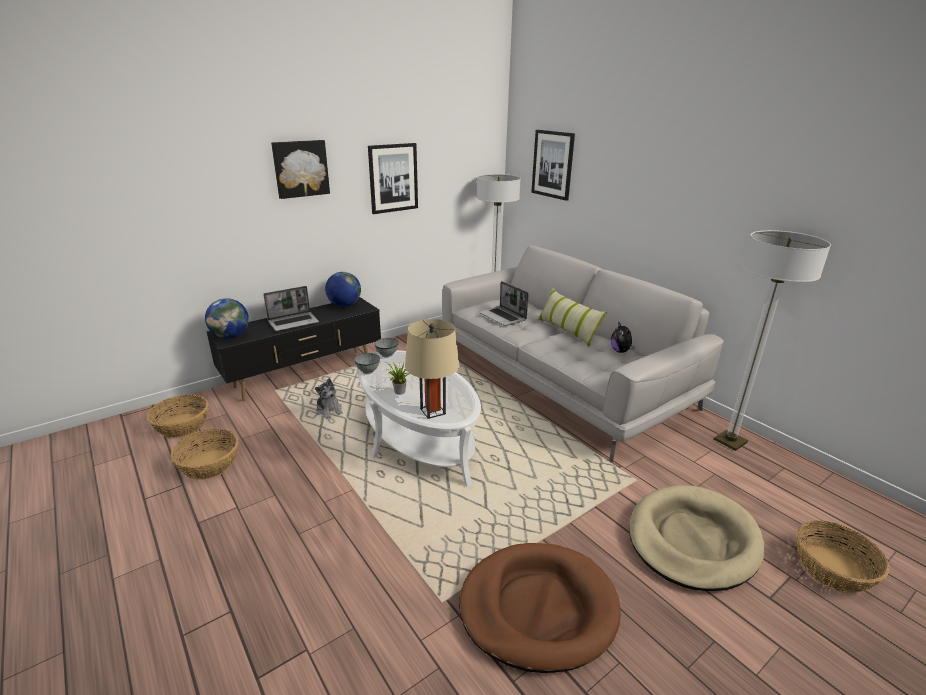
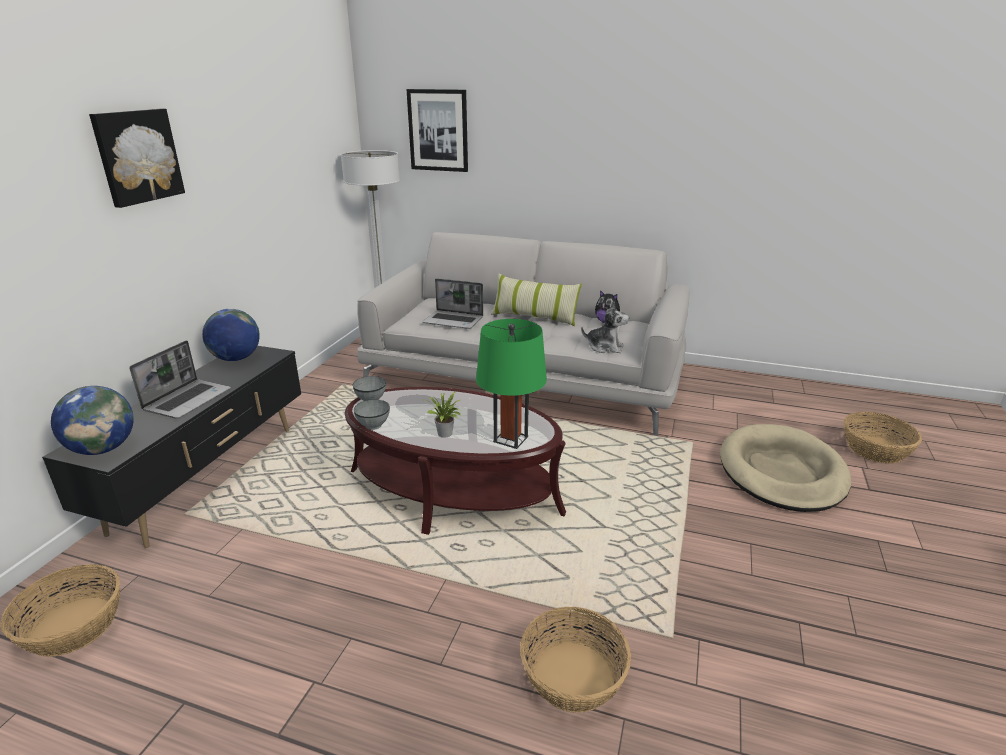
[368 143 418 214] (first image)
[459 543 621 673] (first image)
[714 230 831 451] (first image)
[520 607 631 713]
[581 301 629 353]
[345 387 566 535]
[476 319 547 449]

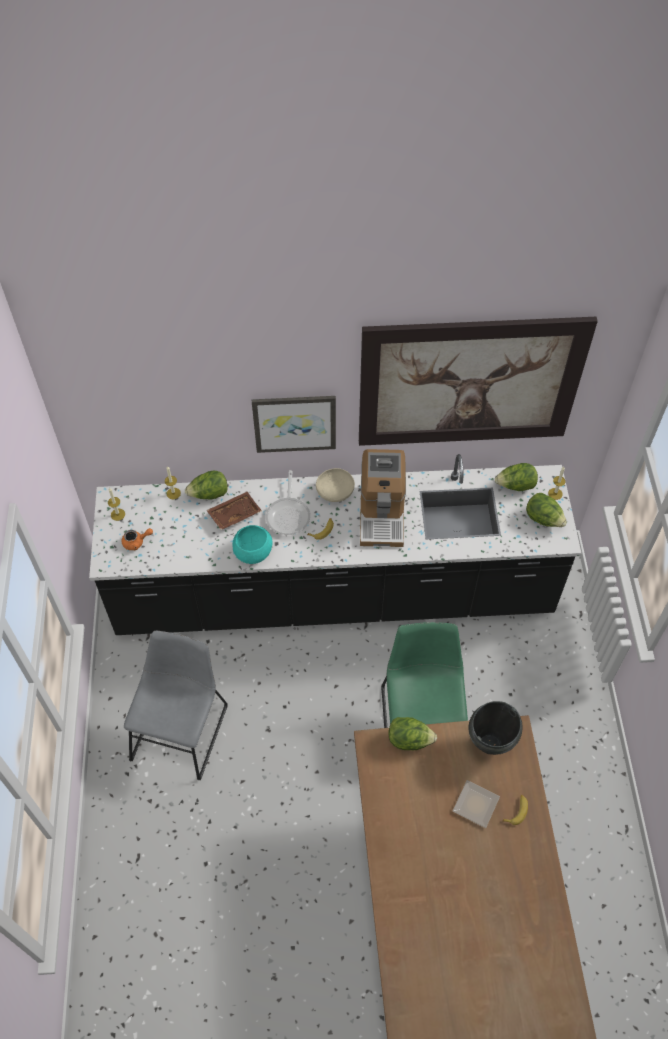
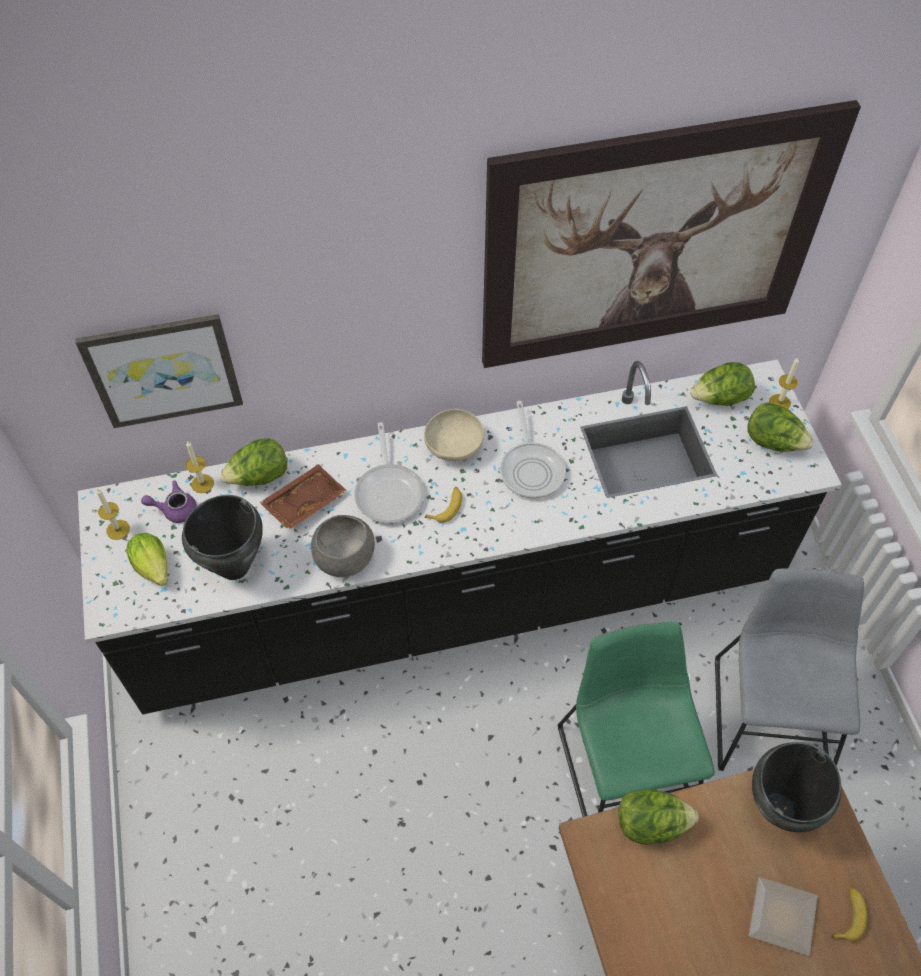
[141 481 197 523]
[182 495 263 580]
[715 568 864 771]
[75 314 243 428]
[126 533 168 586]
[500 401 566 498]
[311 515 375 577]

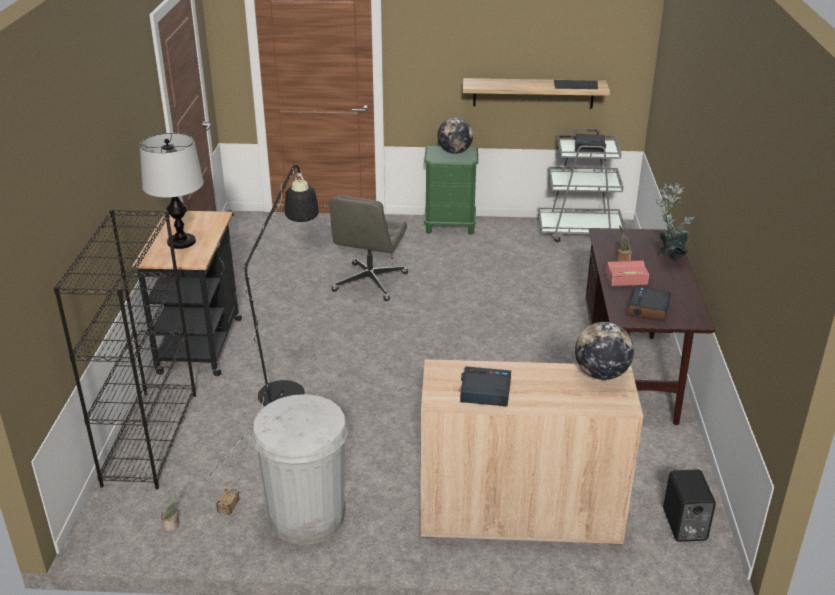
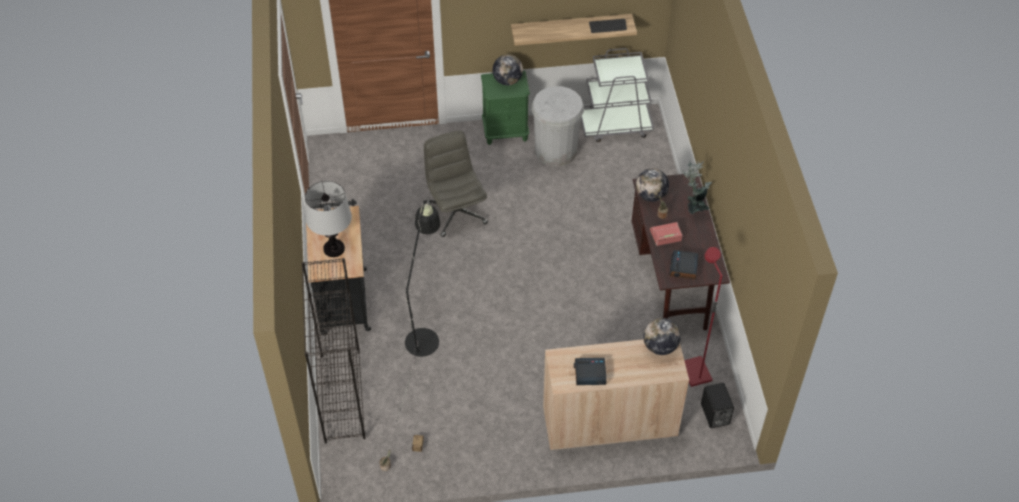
[575 134 606 152] (first image)
[636 168 669 202]
[684 247 723 387]
[531 86 584 167]
[424 131 488 237]

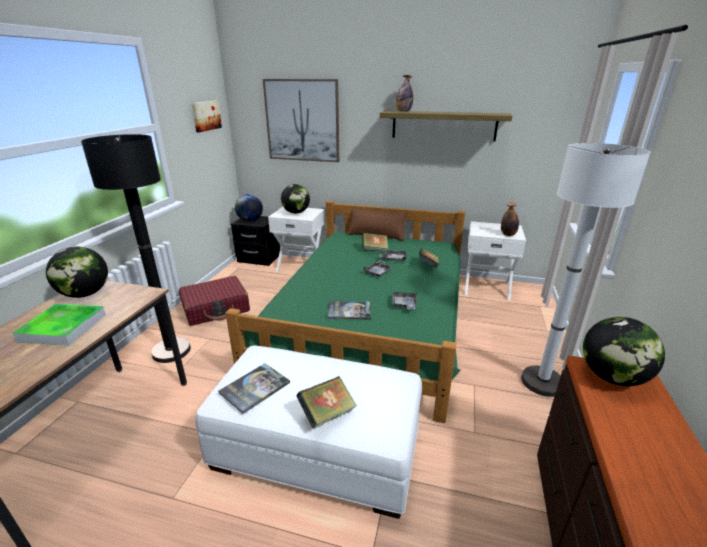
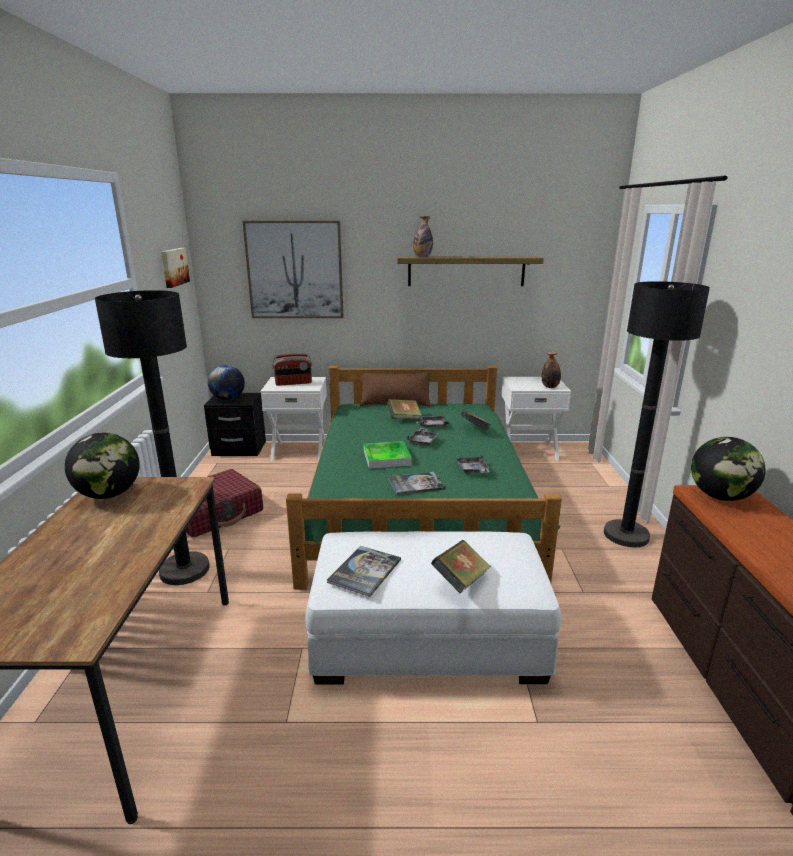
[364 441 412 469]
[272 354 312 386]
[604 281 710 547]

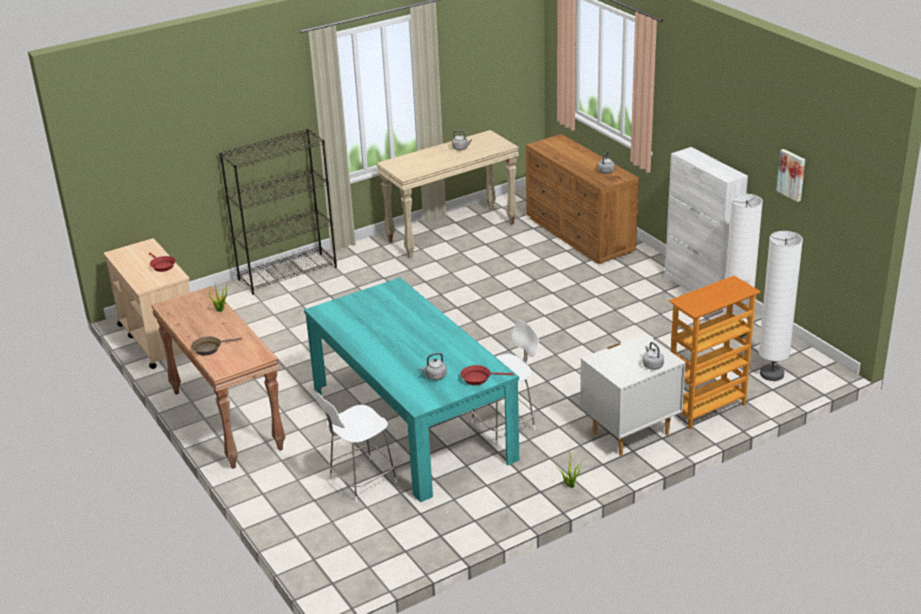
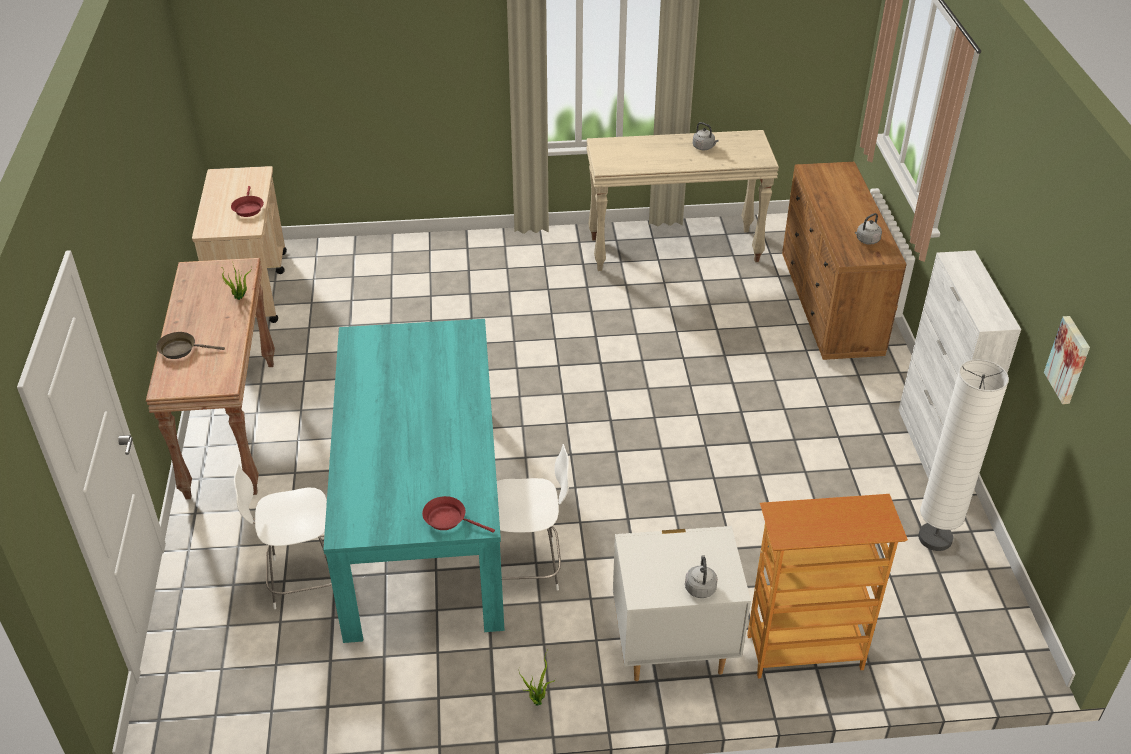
[219 128 337 295] (first image)
[419 353 447 380] (first image)
[759 231 803 381] (first image)

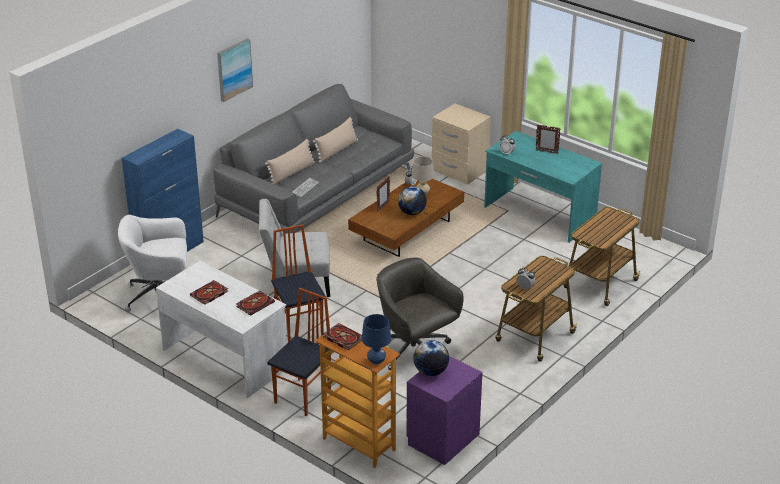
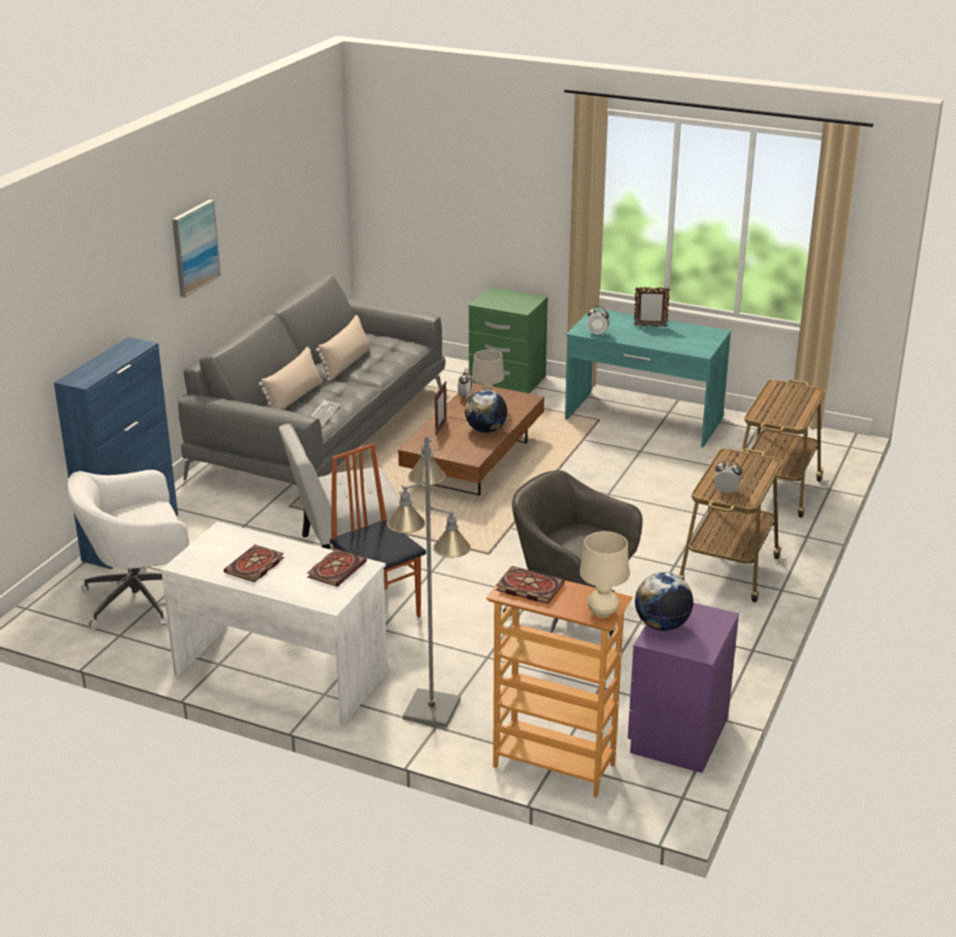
[387 435 471 728]
[580 531 629 618]
[469 287 548 394]

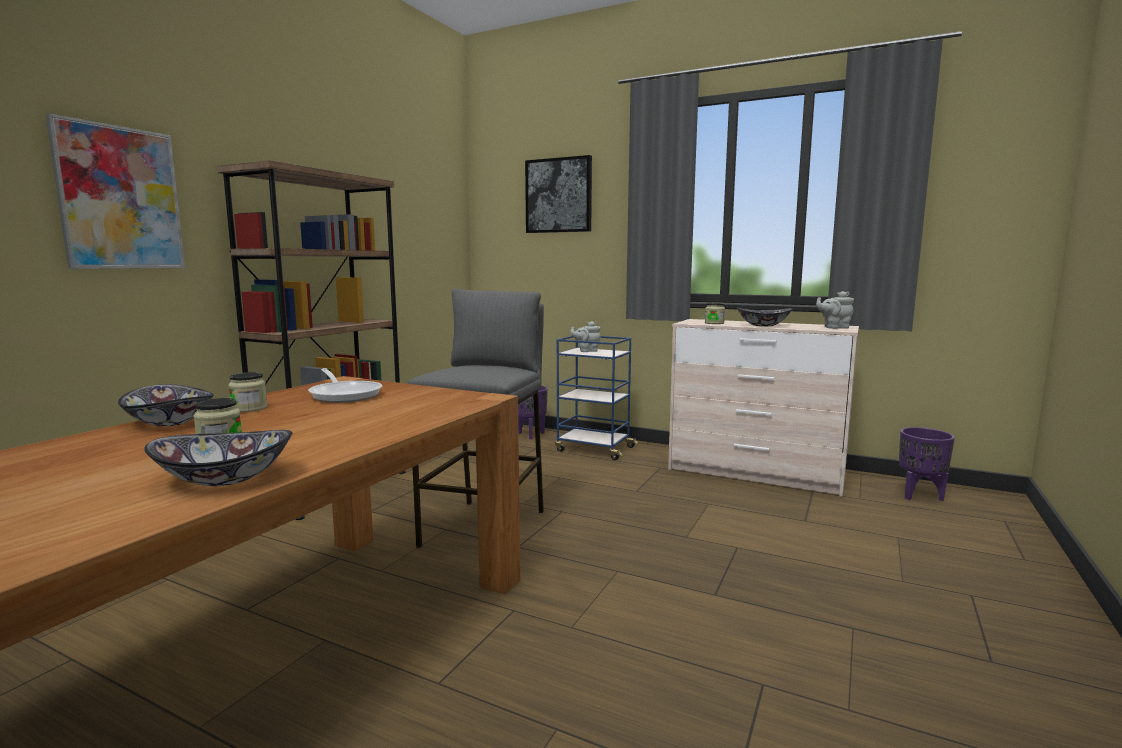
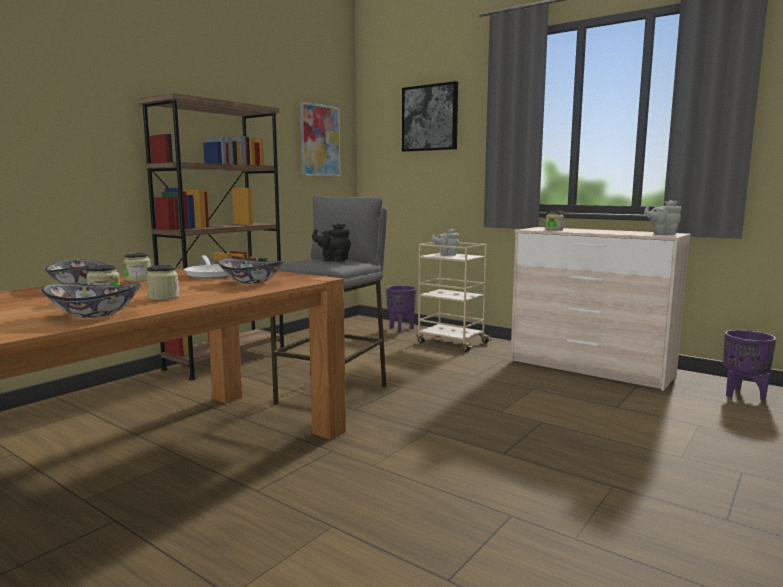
[146 265 179 300]
[312 224 351 261]
[300 101 341 177]
[218 258 284 284]
[417 242 492 352]

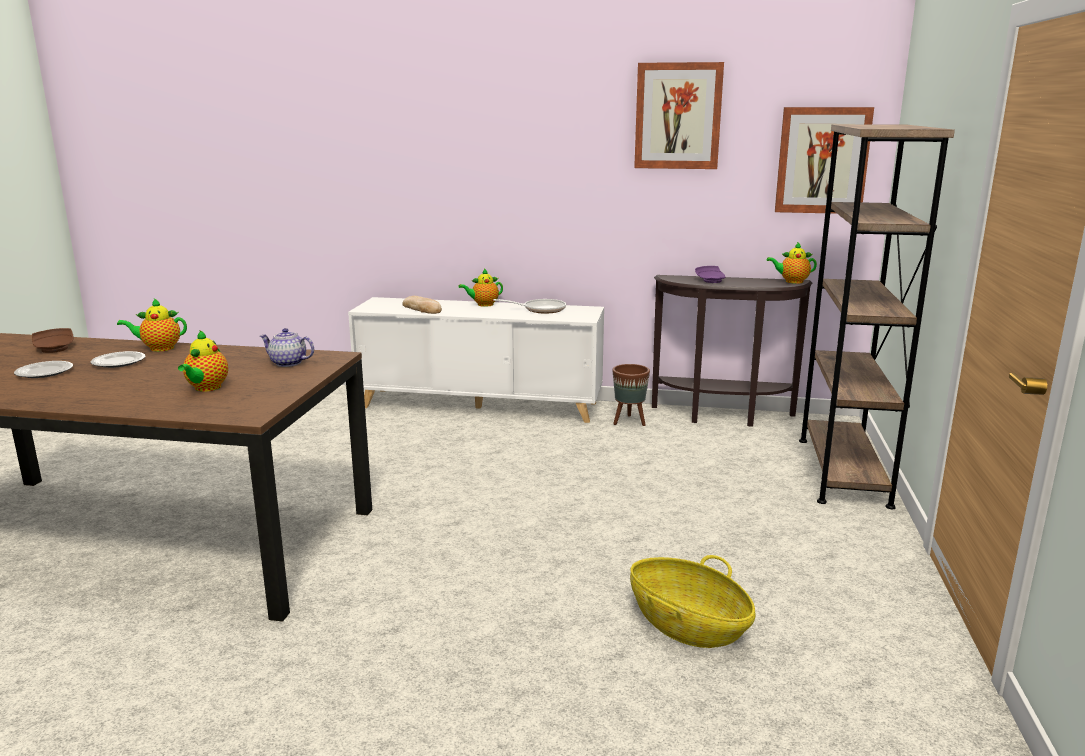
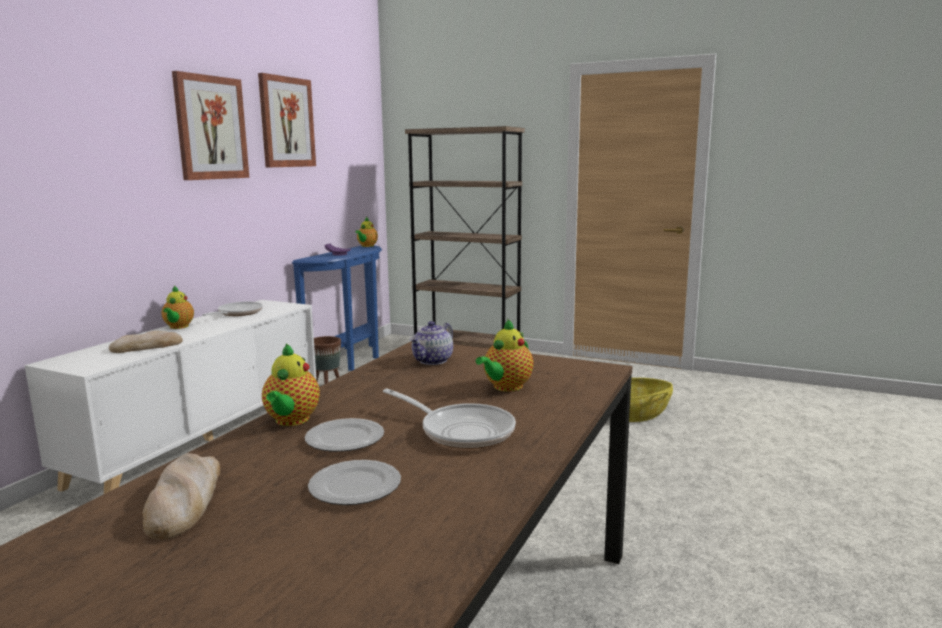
[383 388 516 449]
[172 71 249 180]
[142 453 220 540]
[292 245 382 371]
[476 319 534 392]

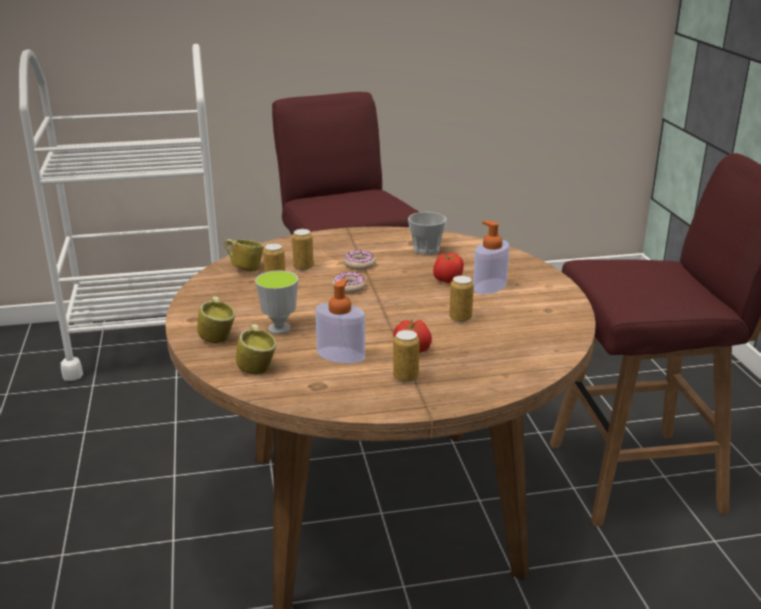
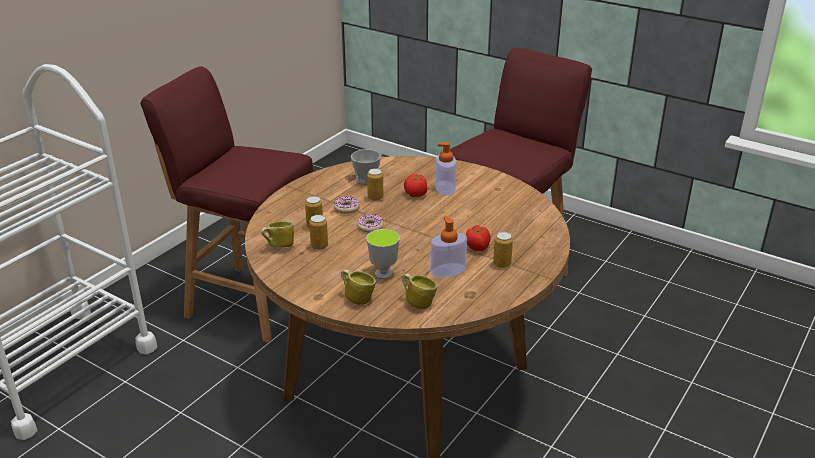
[367 168 384 201]

